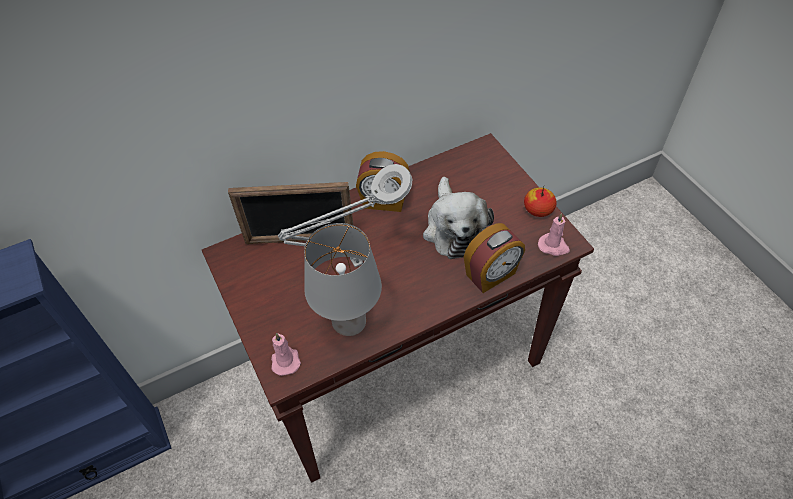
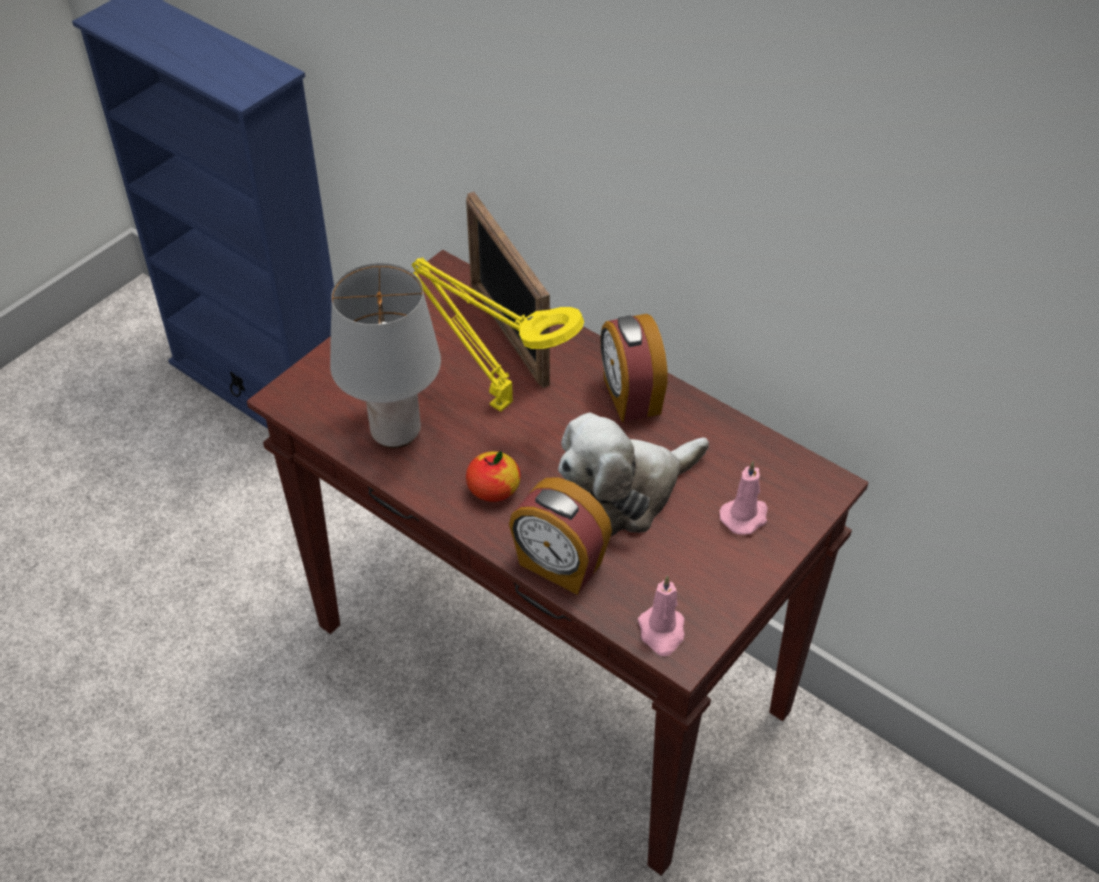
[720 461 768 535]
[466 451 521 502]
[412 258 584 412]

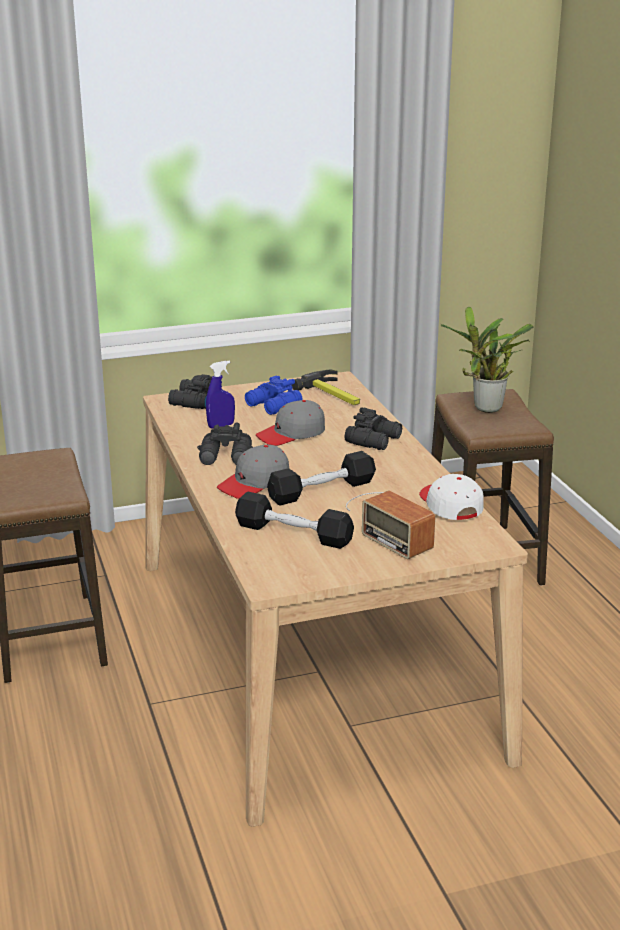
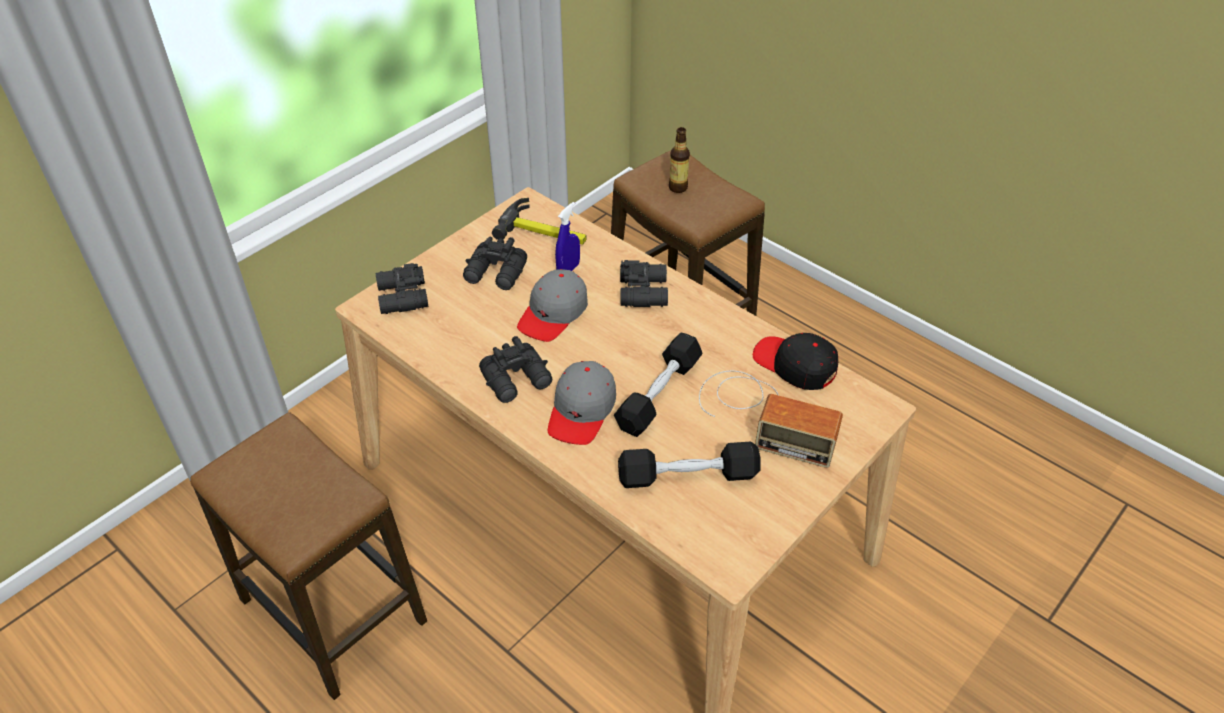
[555 202 580 271]
[669 127 690 193]
[463 236 527 290]
[753 333 838 390]

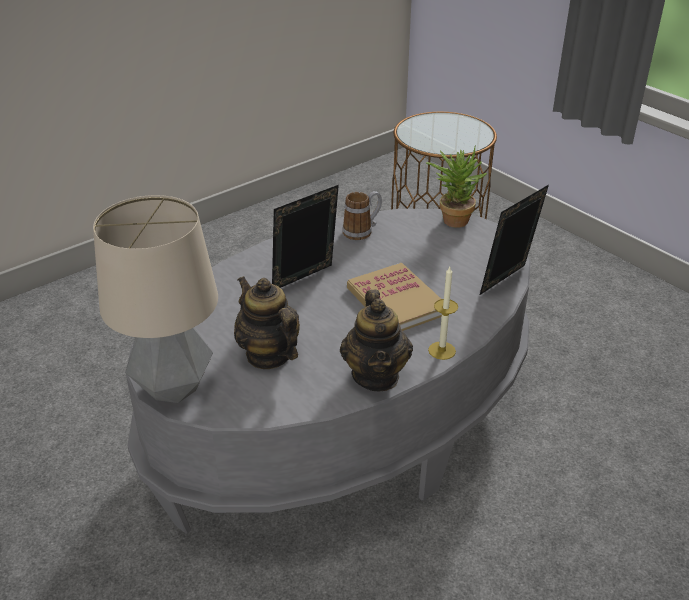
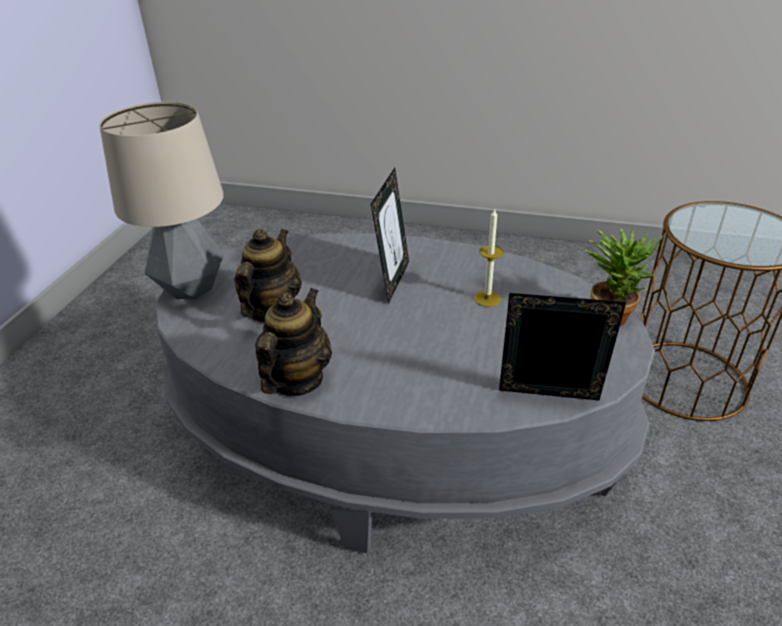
[342 191 382 240] (first image)
[347 263 442 331] (first image)
[474 209 504 307]
[371 168 409 304]
[255 288 332 396]

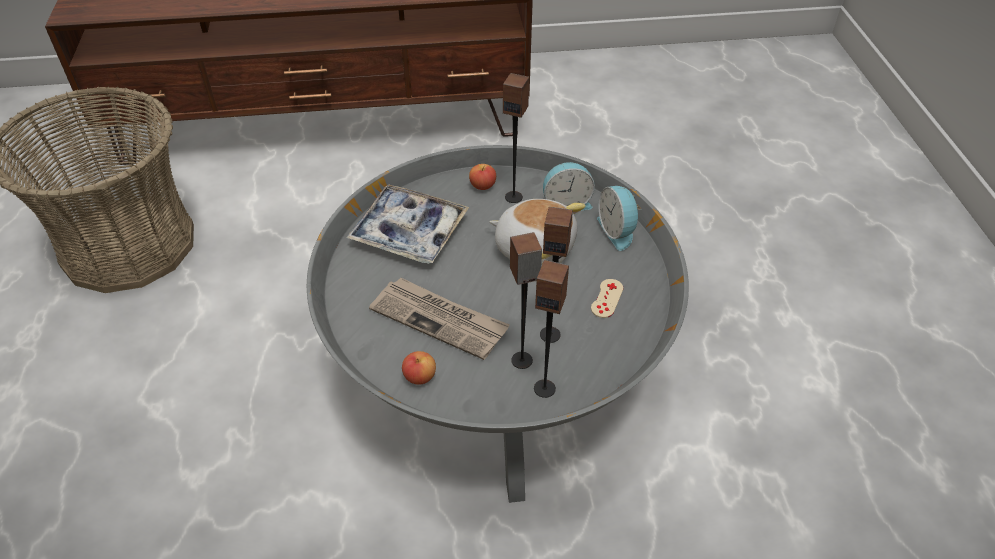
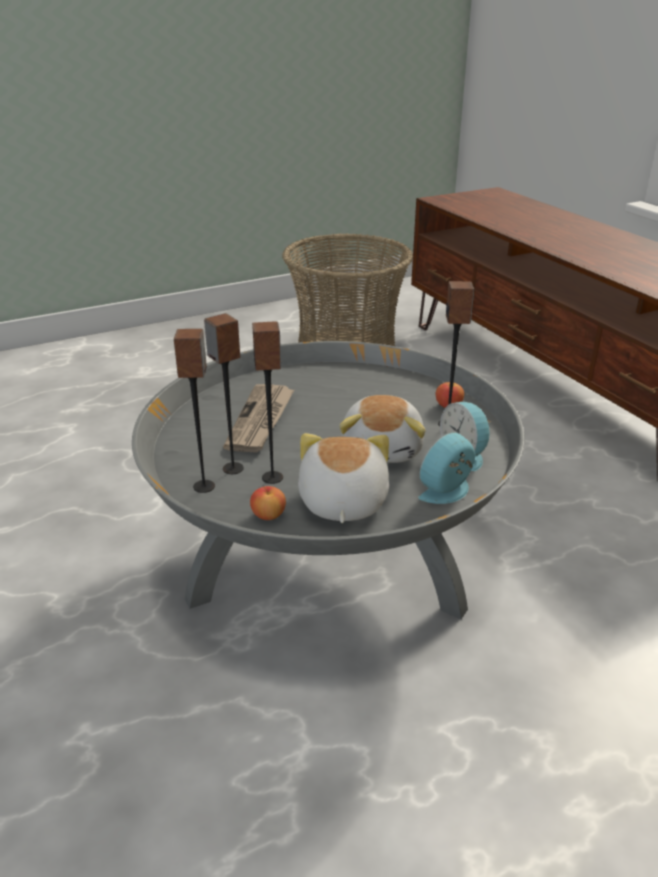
[346 184 469 264] (first image)
[250 486 286 520]
[298 433 389 523]

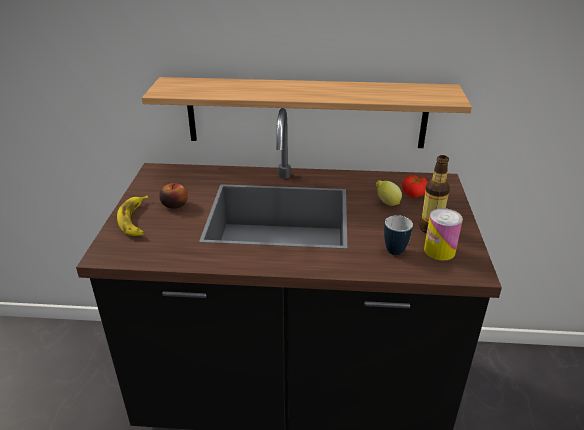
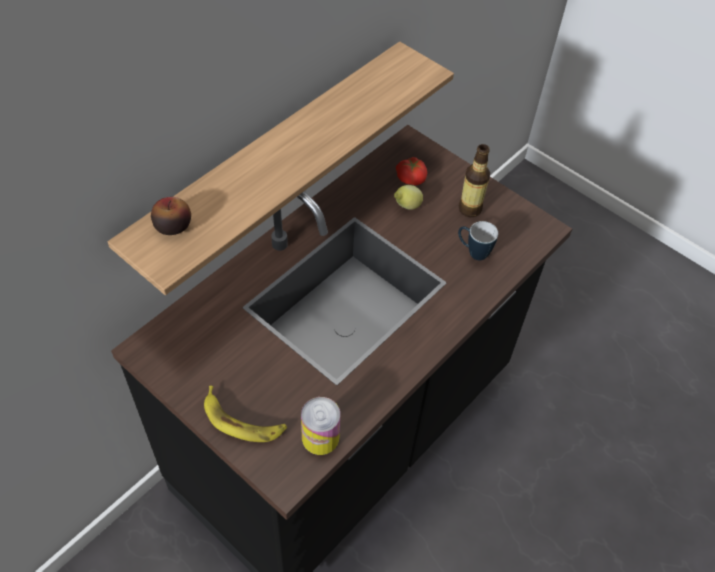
[151 197 191 235]
[301 397 340 455]

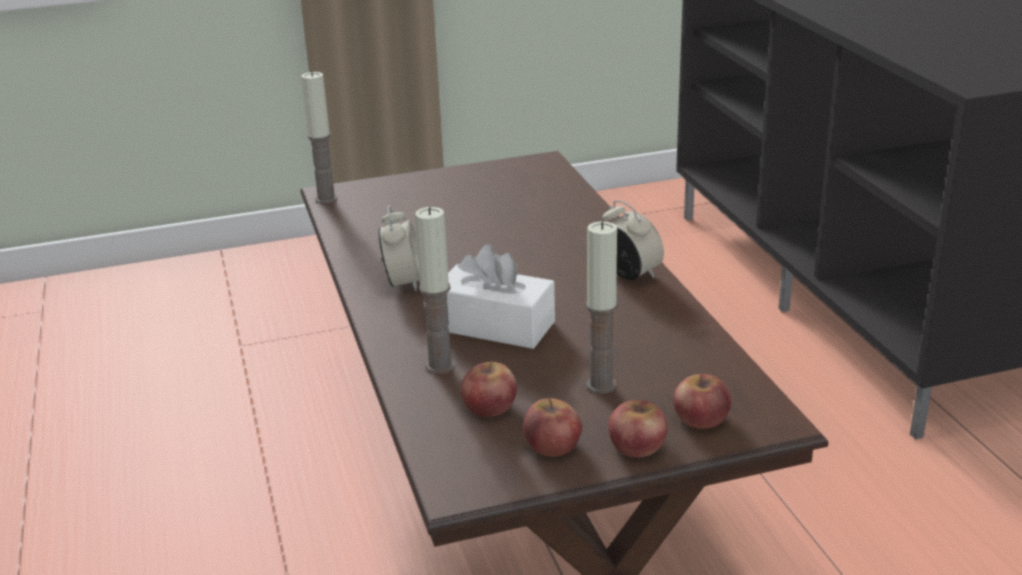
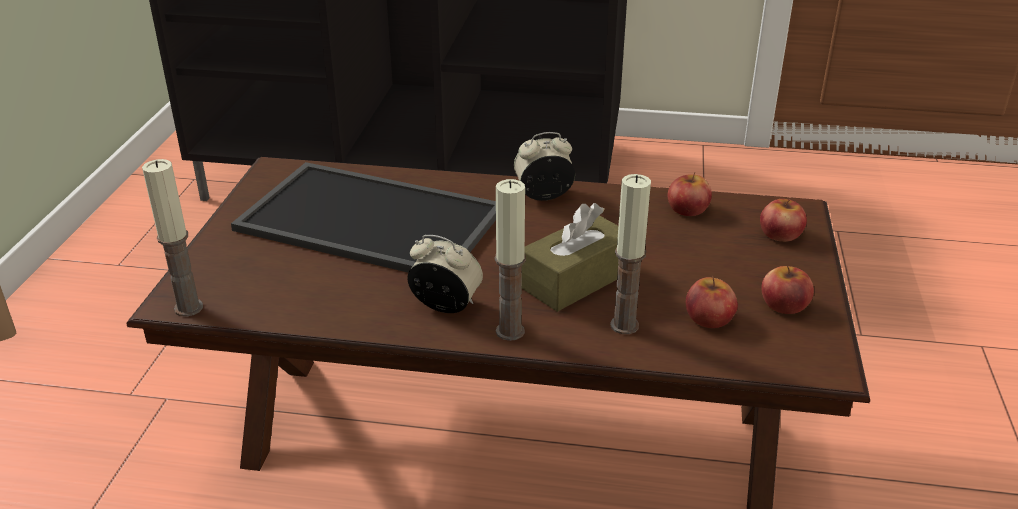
[231 162 496 273]
[495 179 526 341]
[667 172 712 216]
[521 203 619 312]

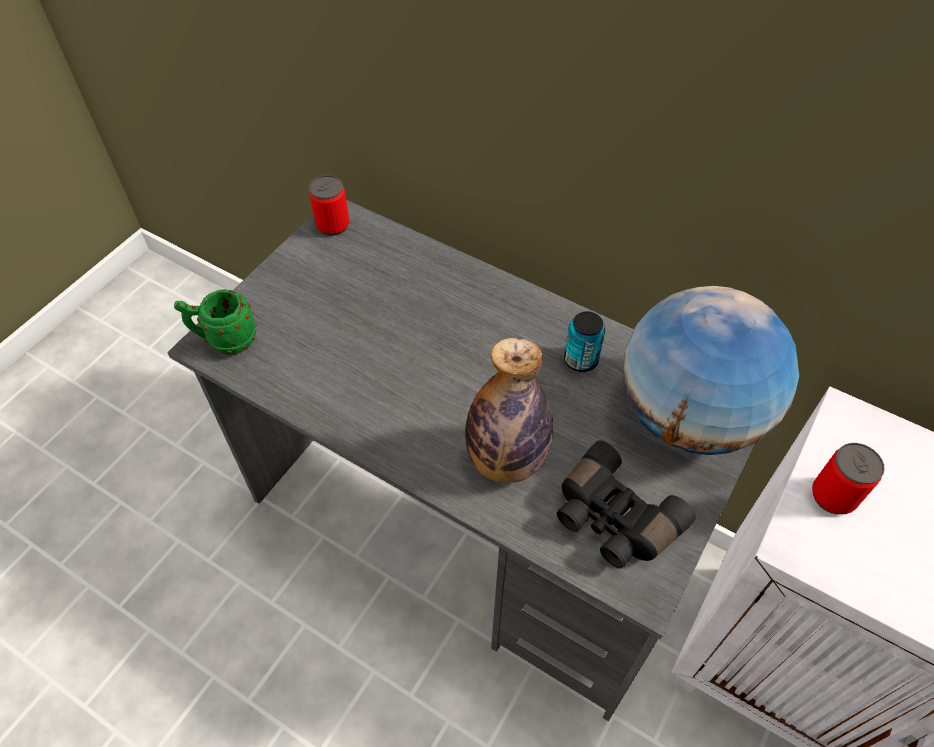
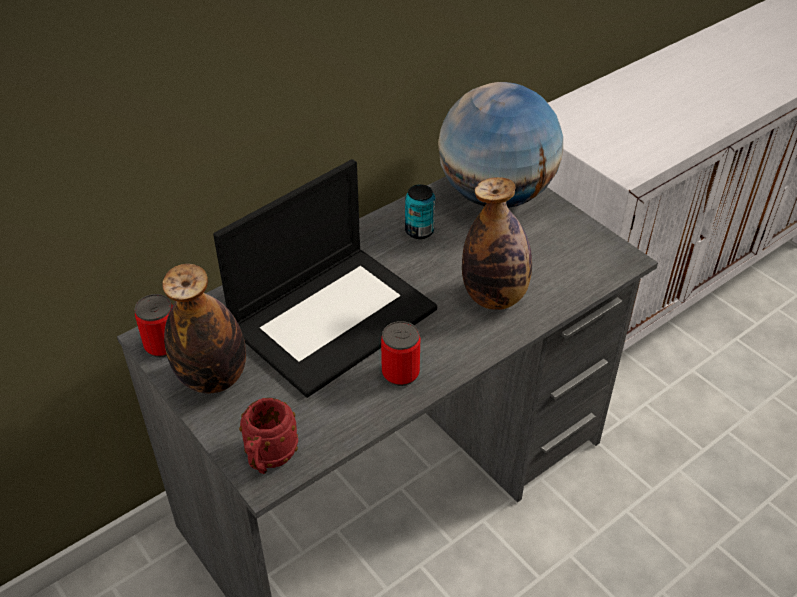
[557 440 696 568] (first image)
[162 264 246 394]
[213 159 437 398]
[381 321 420 386]
[239 398 298 474]

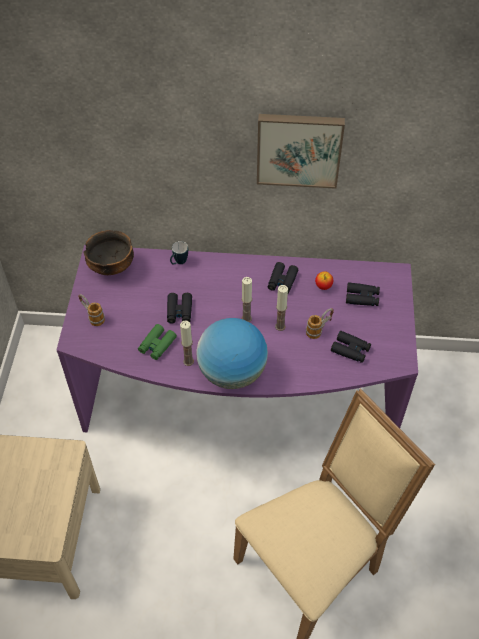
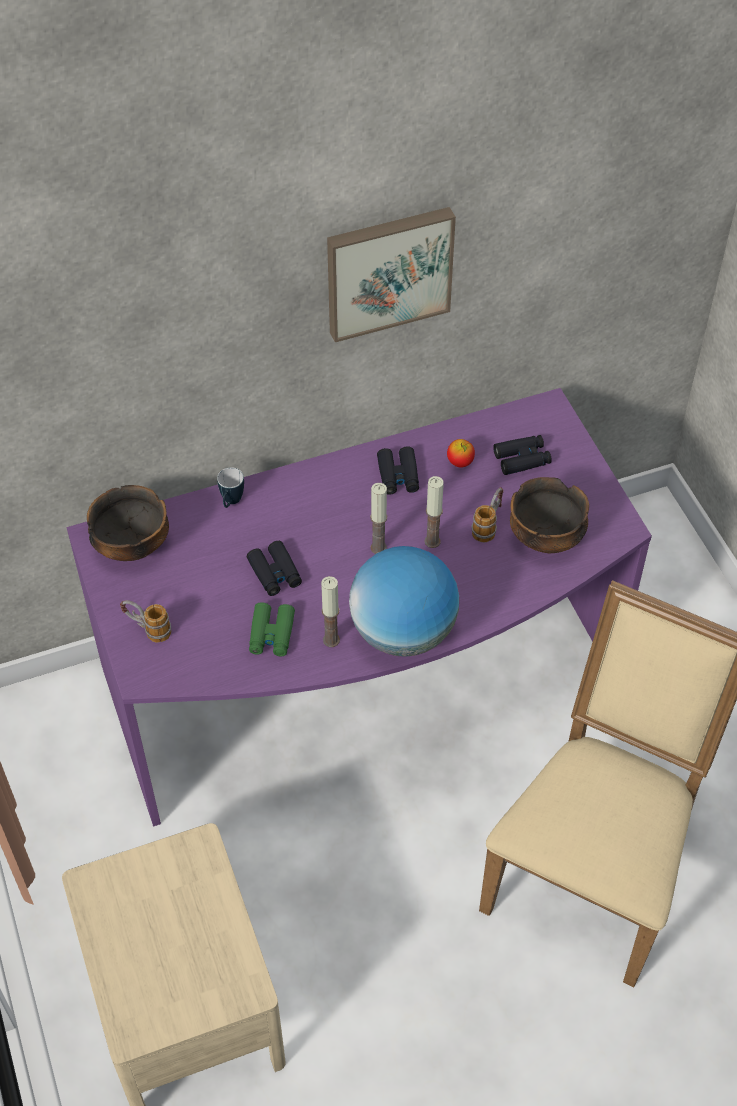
[510 477 589 553]

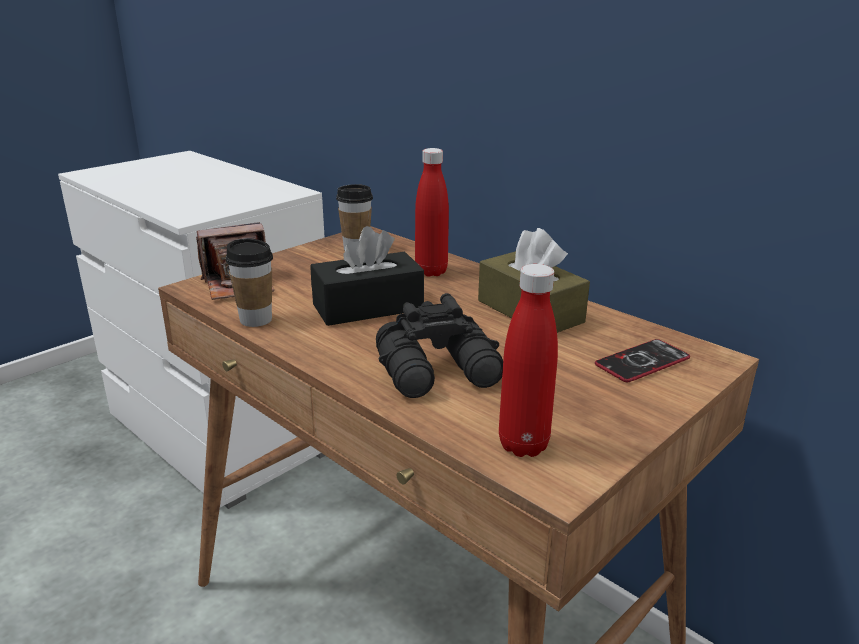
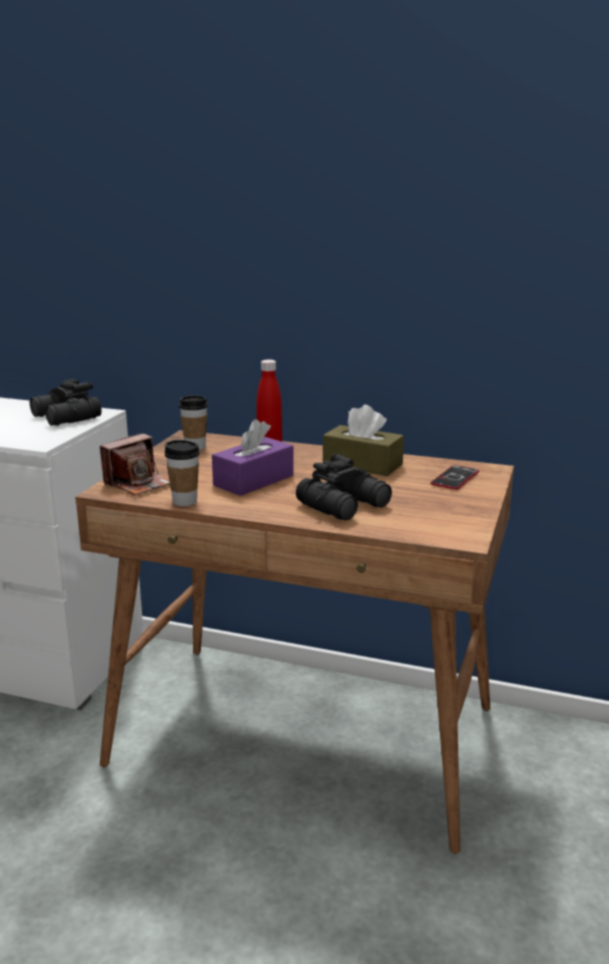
[499 264 558 457] (first image)
[30 379 102 426]
[212 419 294 496]

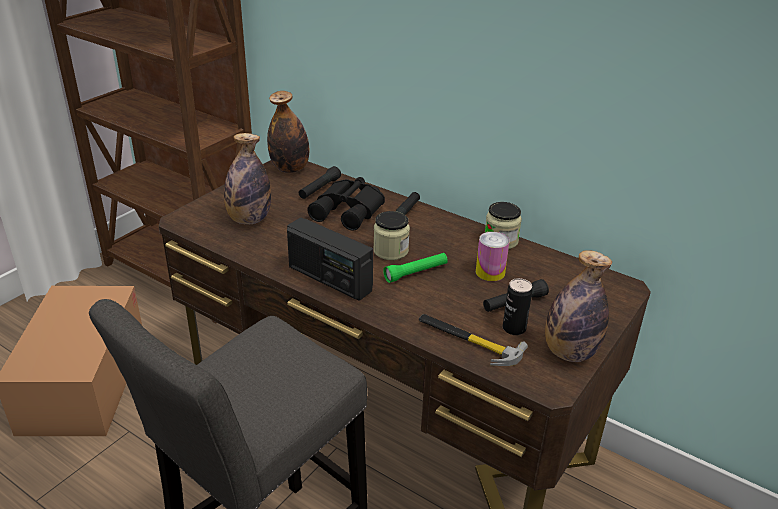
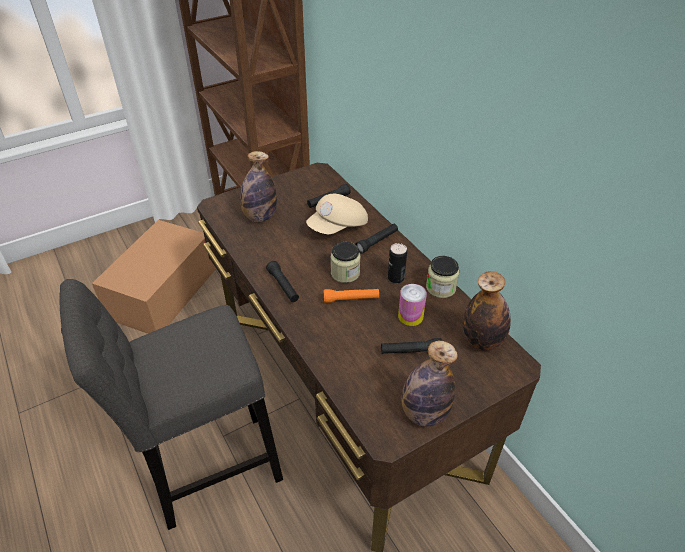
[419 314 528 366] (first image)
[463 271 511 351]
[388 243 407 283]
[266 261 299 302]
[306 194 368 234]
[324 289 379 303]

